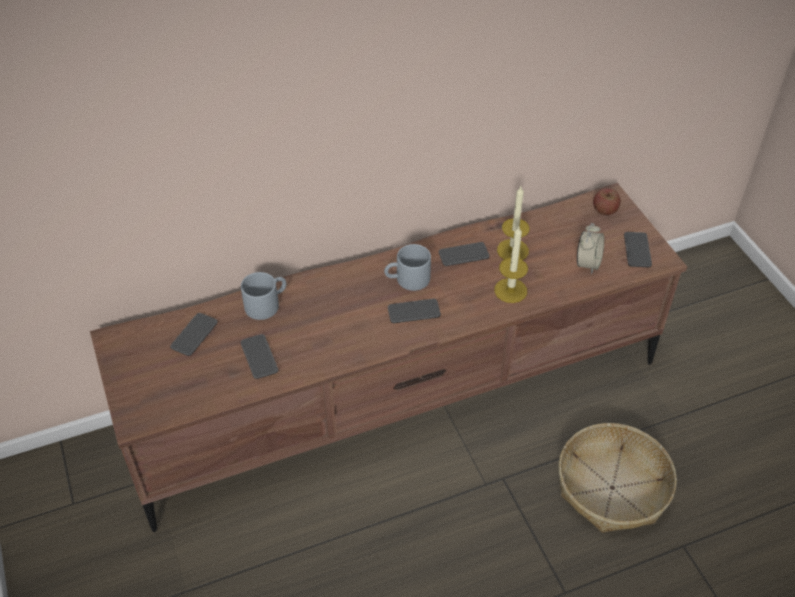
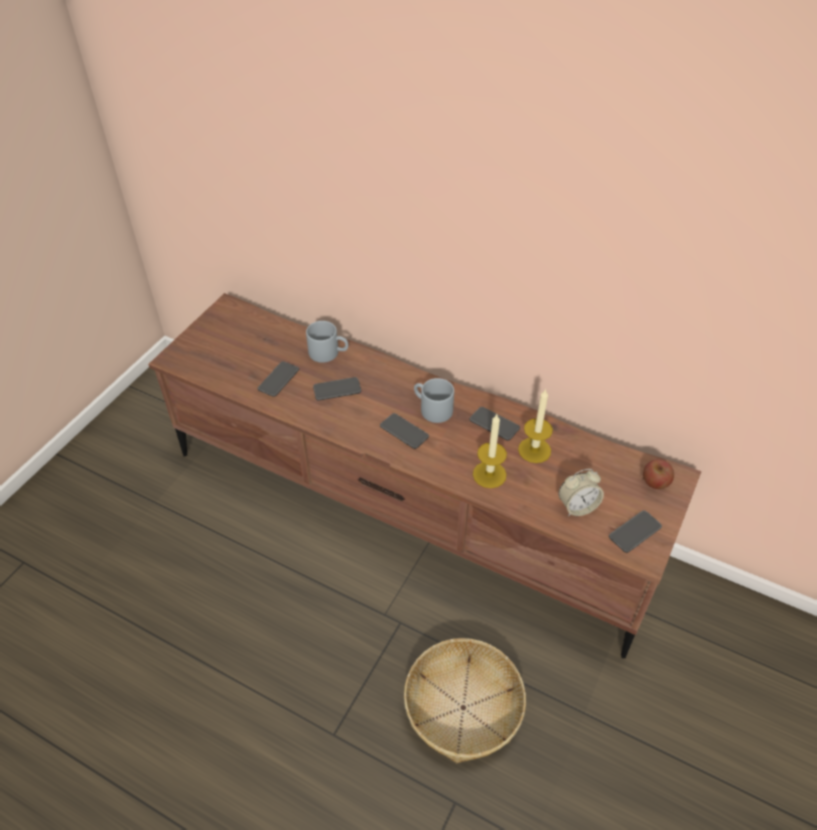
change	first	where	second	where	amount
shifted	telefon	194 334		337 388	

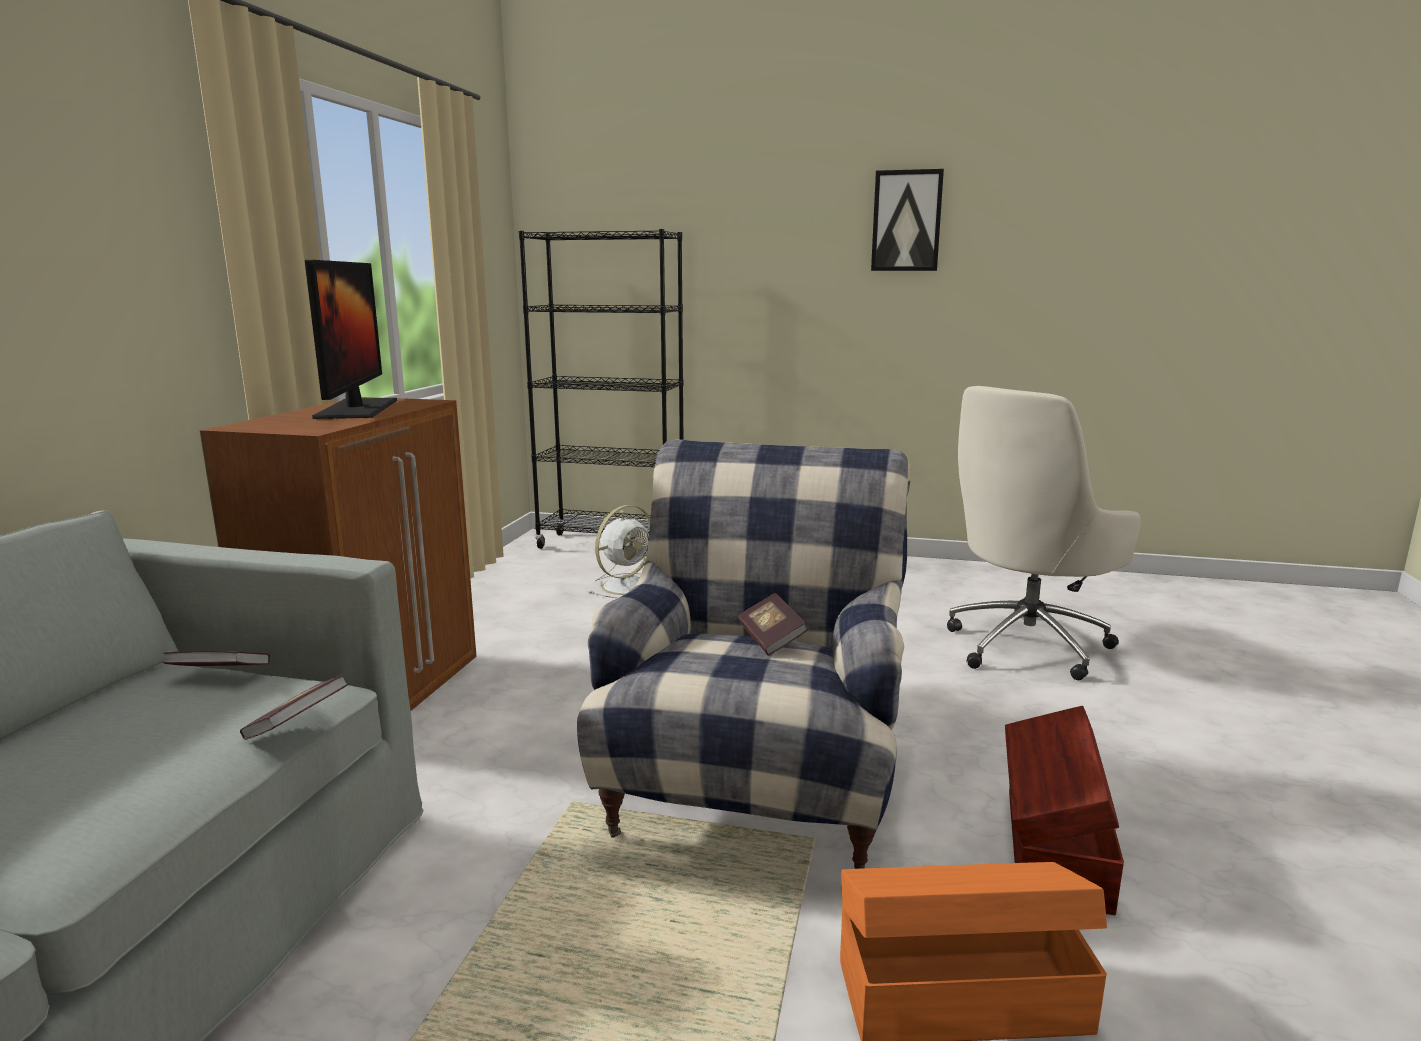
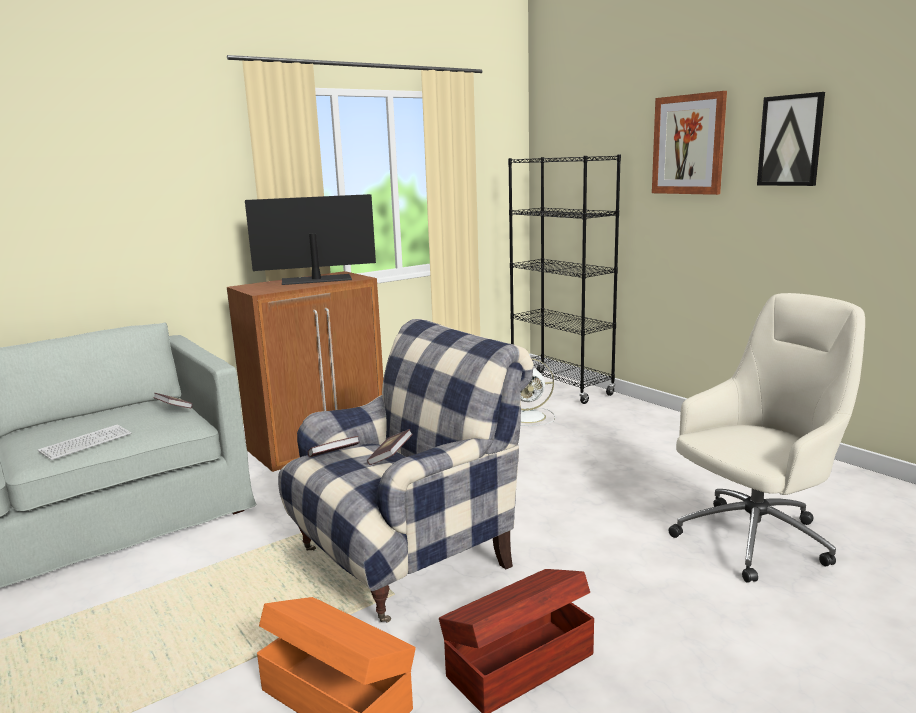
change	first	where	second	where	amount
shifted	książka	294 707		334 446	
rotated	monitor	351 339		310 239	135 degrees counterclockwise
rotated	krzesło biurowe [beżowy]	1044 533		766 438	150 degrees clockwise
new			klawiatura	84 442	
new			obraz	689 143	

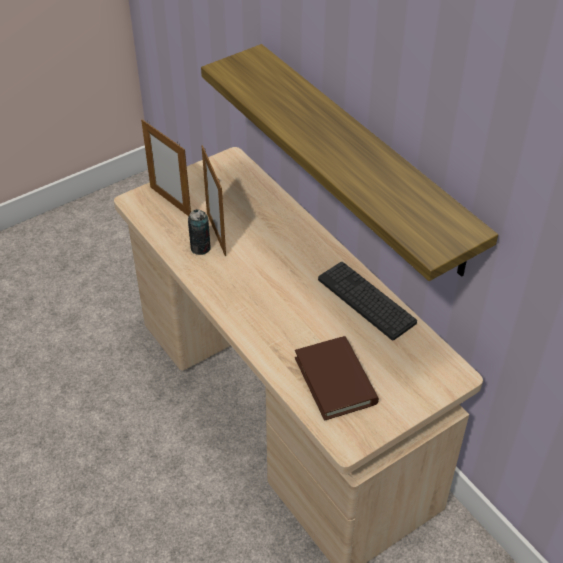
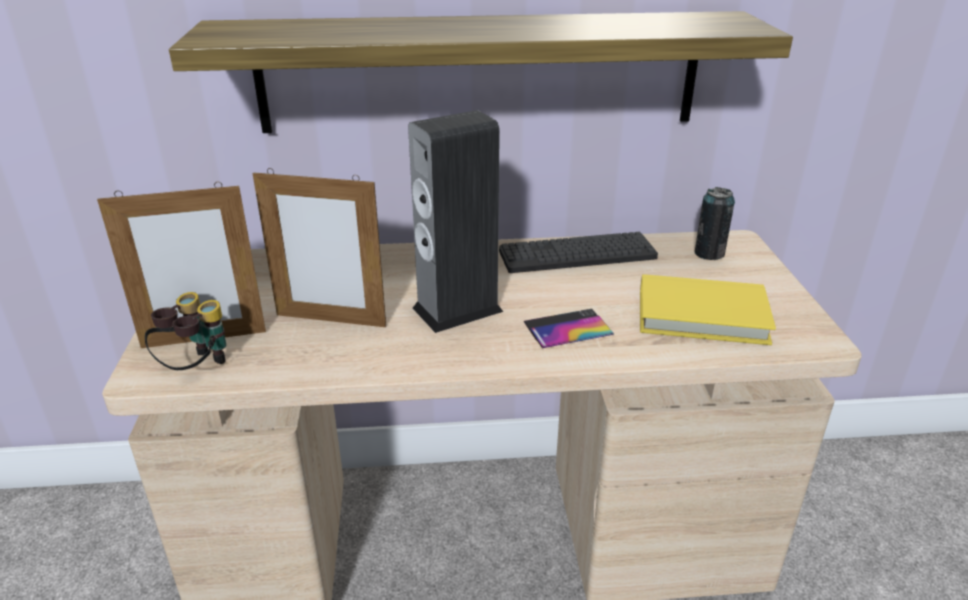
change	first	where	second	where	amount
shifted	puszka	199 232		714 223	
repainted	książka [brązowy]	337 378	książka [żółty]	708 309	
new			lornetka	185 331	
new			głośnik	455 221	
new			telefon	569 328	

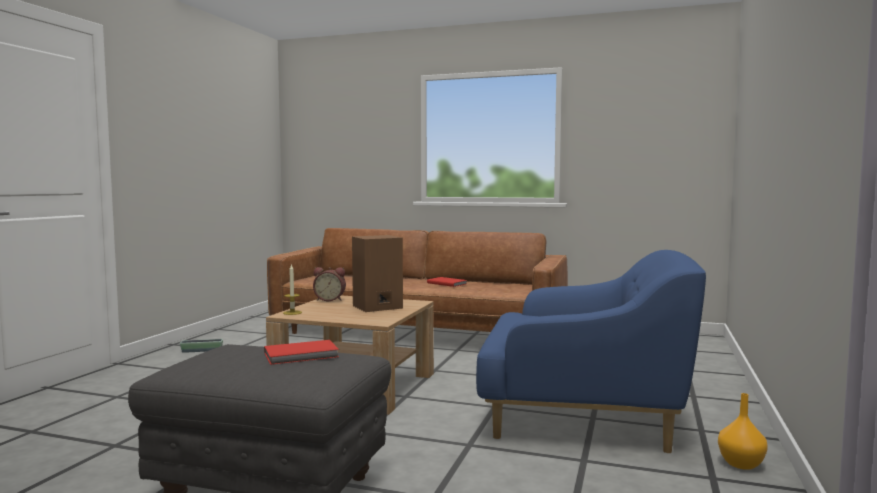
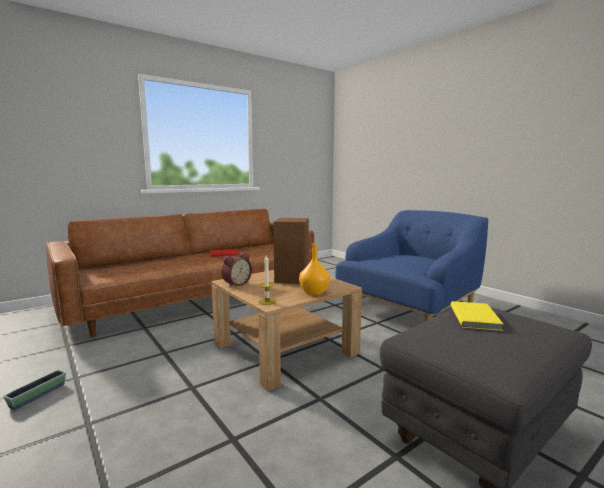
change	first	where	second	where	amount
repainted	książka [czerwony]	301 352	książka [żółty]	477 316	
shifted	wazon [pomarańczowy]	743 431		314 269	

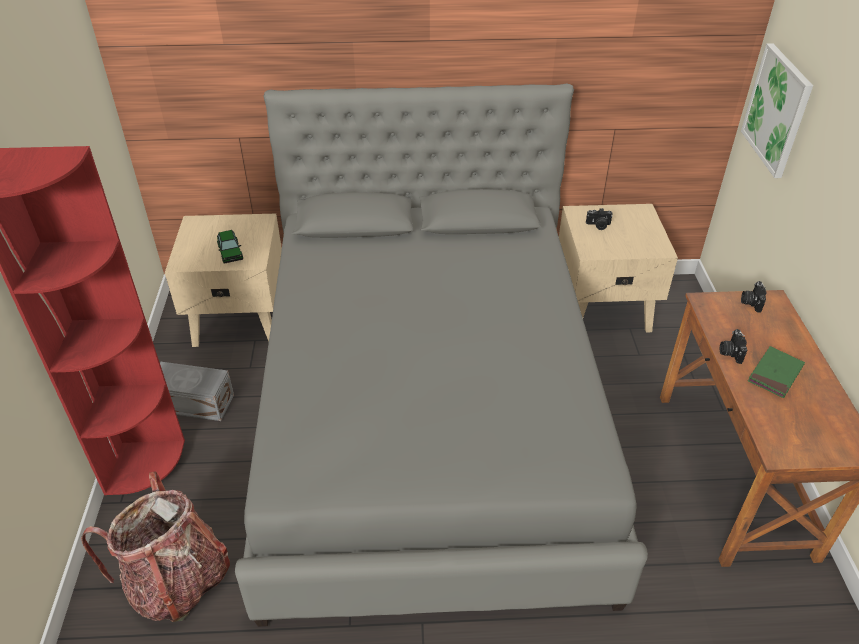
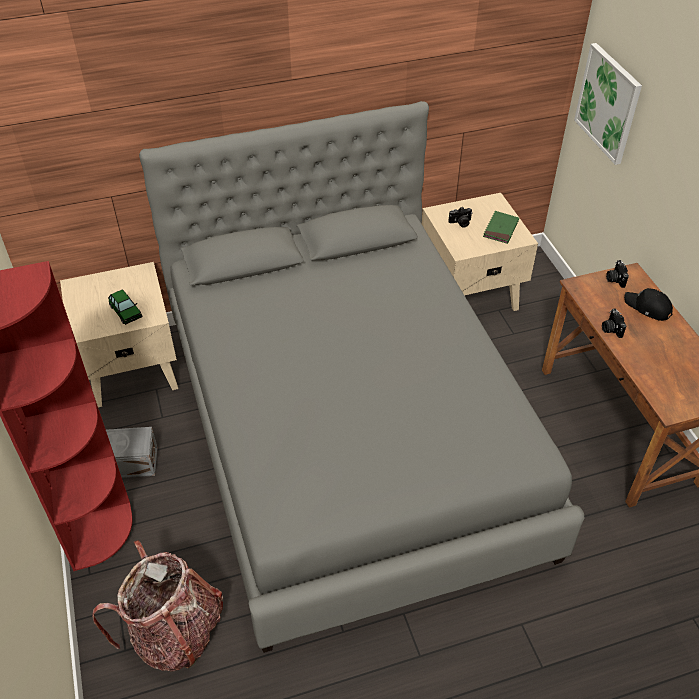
change	first	where	second	where	amount
shifted	książka [zielony]	776 372		501 227	
new			czapka z daszkiem [czarny]	648 304	

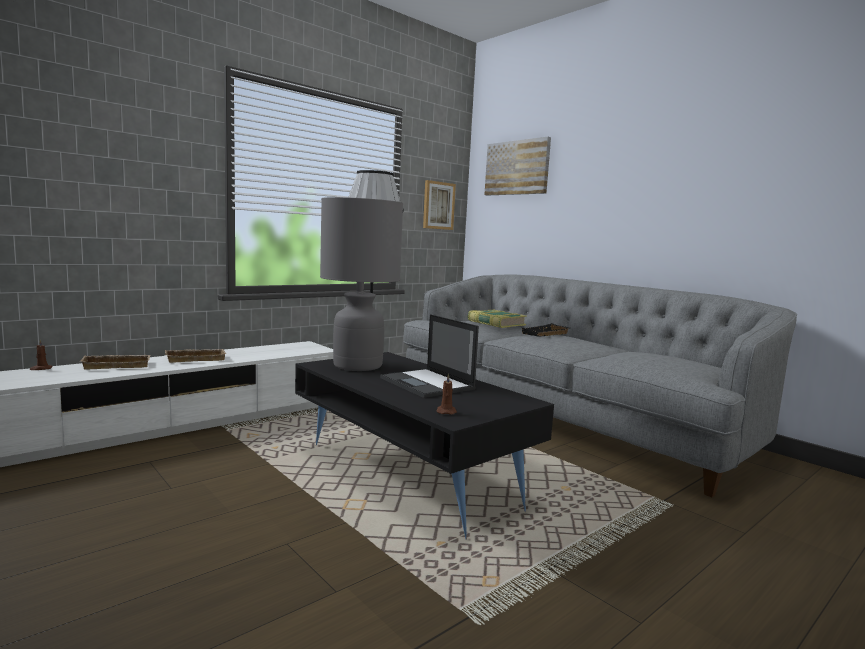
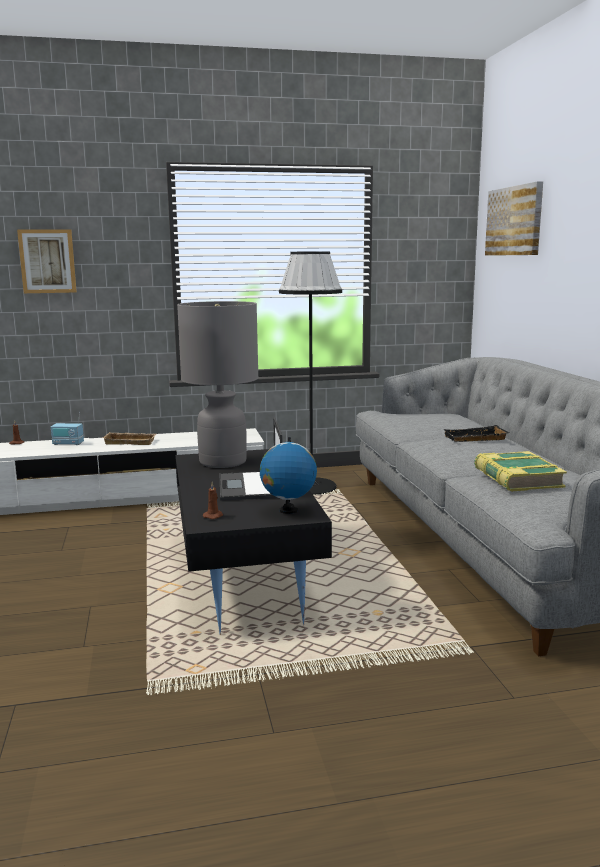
change	first	where	second	where	amount
swapped	taca [beżowy]	115 362	radio	67 428	
shifted	obraz	439 205		47 261	
shifted	książka	497 319		520 471	
new			globus	288 475	

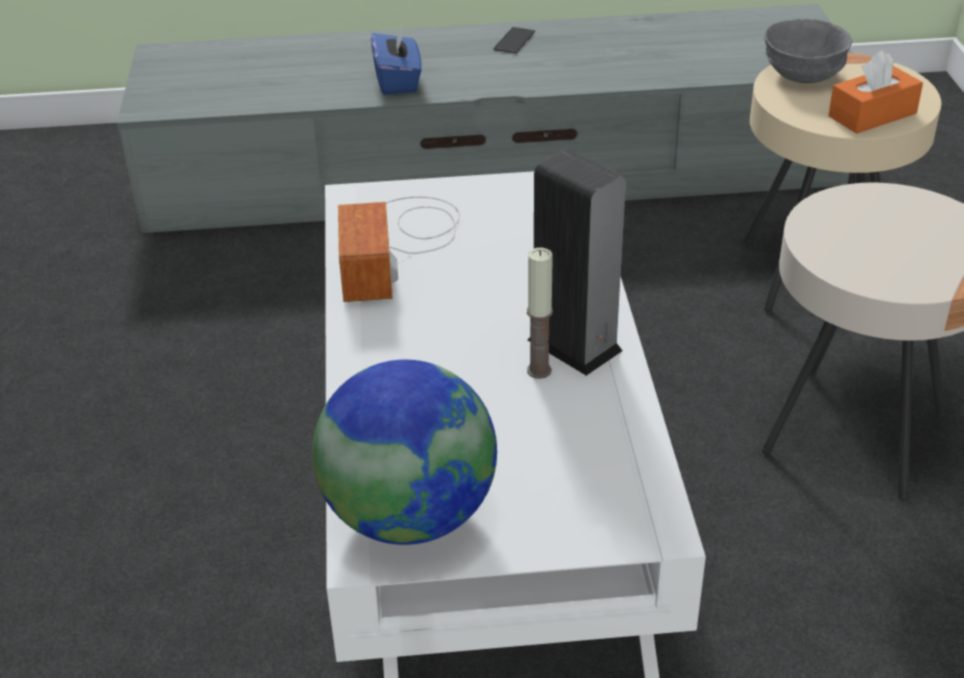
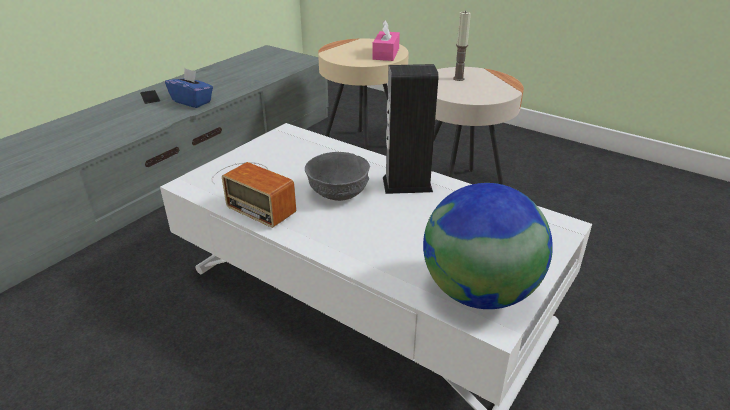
change	first	where	second	where	amount
shifted	pudełko chusteczek [niebieski]	396 60		189 88	
shifted	świeca	540 313		462 46	
shifted	miska [szary]	808 51		337 176	
repainted	pudełko chusteczek [pomarańczowy]	875 92	pudełko chusteczek [różowy]	386 40	

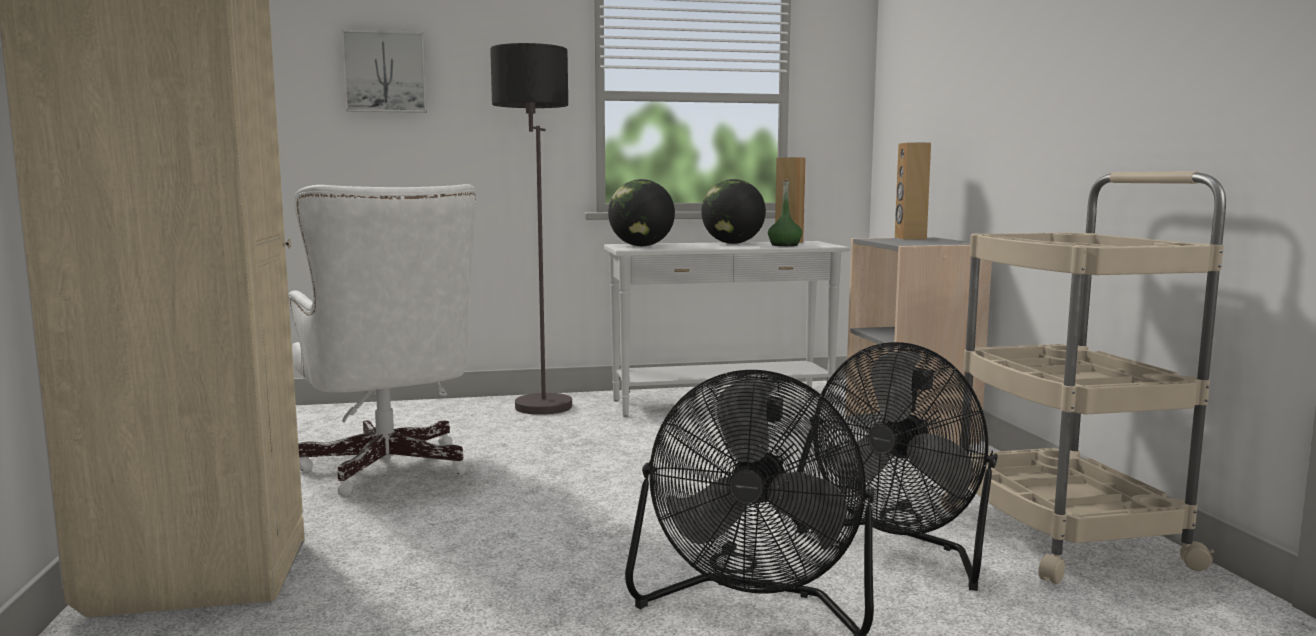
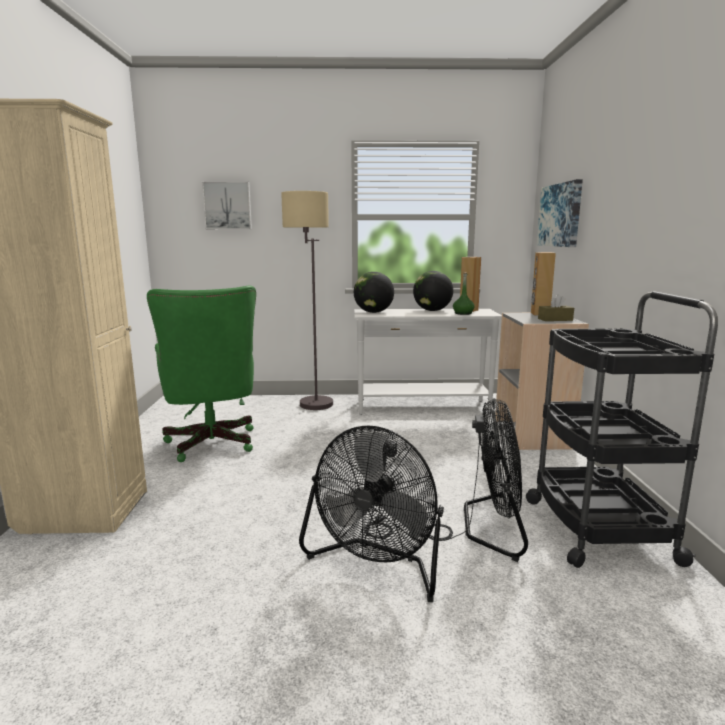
change	first	where	second	where	amount
repainted	krzesło biurowe [biały]	382 340	krzesło biurowe [zielony]	201 374	
repainted	lampa stojąca [czarny]	531 229	lampa stojąca [beżowy]	307 300	
rotated	wentylator [czarny]	894 466		474 480	135 degrees counterclockwise
repainted	wózek [beżowy]	1083 377	wózek [czarny]	622 429	
new			obraz	560 213	
new			pudełko chusteczek [brązowy]	556 307	

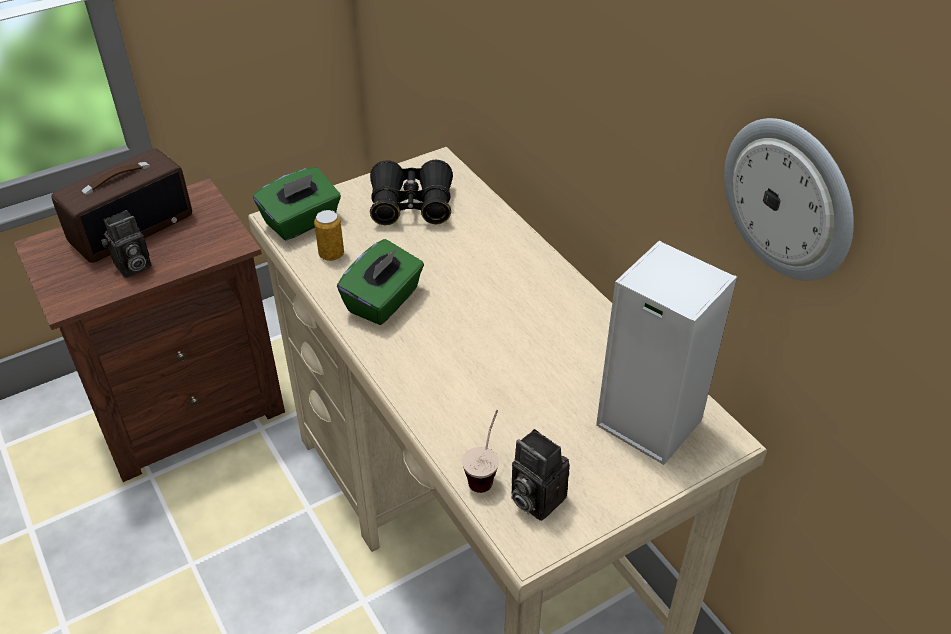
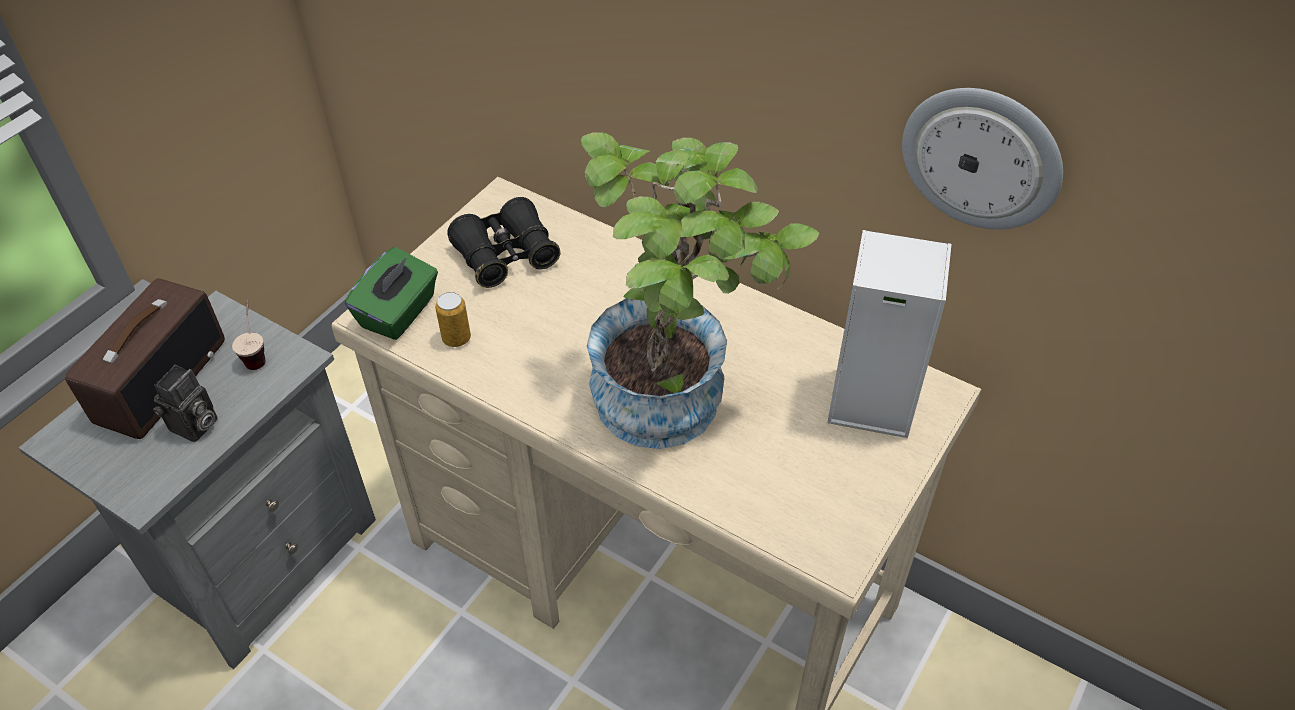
change	first	where	second	where	amount
repainted	szafka nocna [brązowy]	149 330	szafka nocna [szary]	197 480	
gone	pudełko chusteczek [zielony]	380 282			
shifted	filiżanka	480 451		249 335	
gone	aparat fotograficzny	540 475			
new			roślina doniczkowa	700 290	

